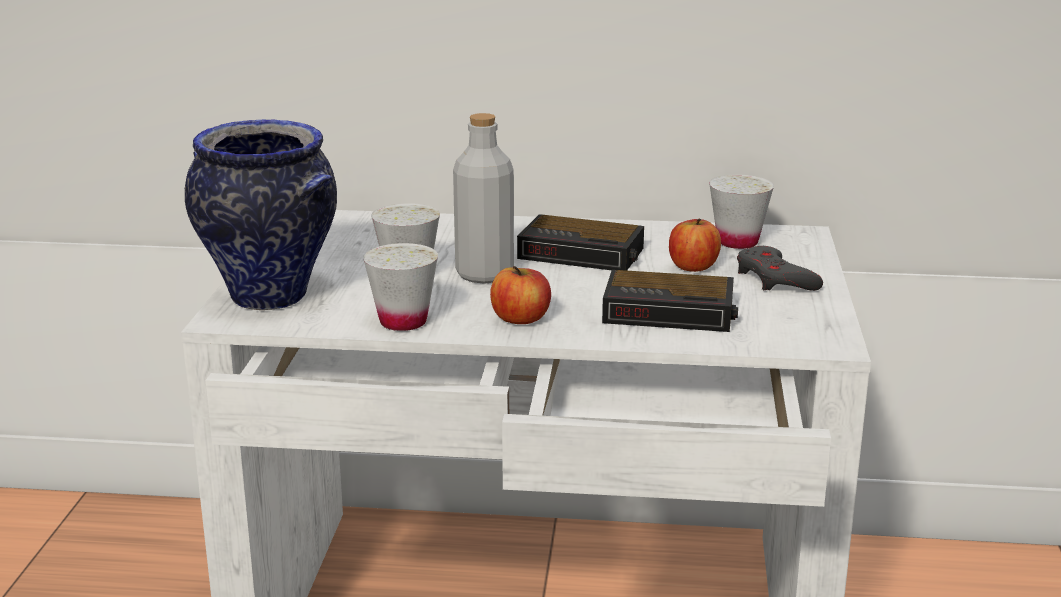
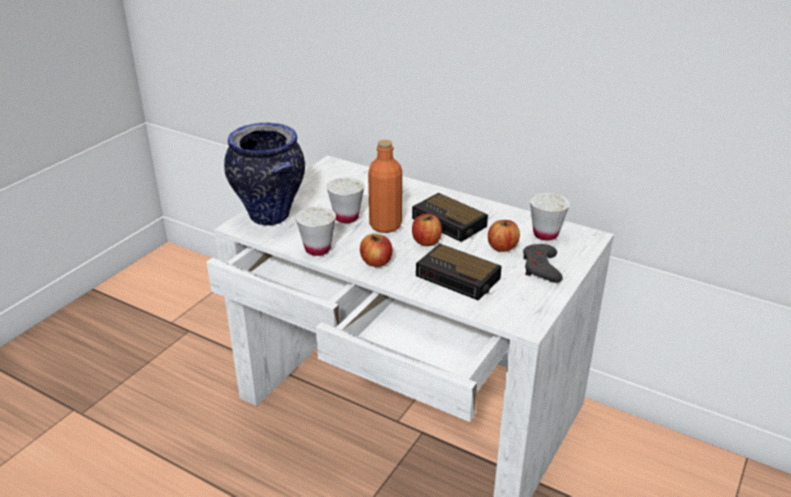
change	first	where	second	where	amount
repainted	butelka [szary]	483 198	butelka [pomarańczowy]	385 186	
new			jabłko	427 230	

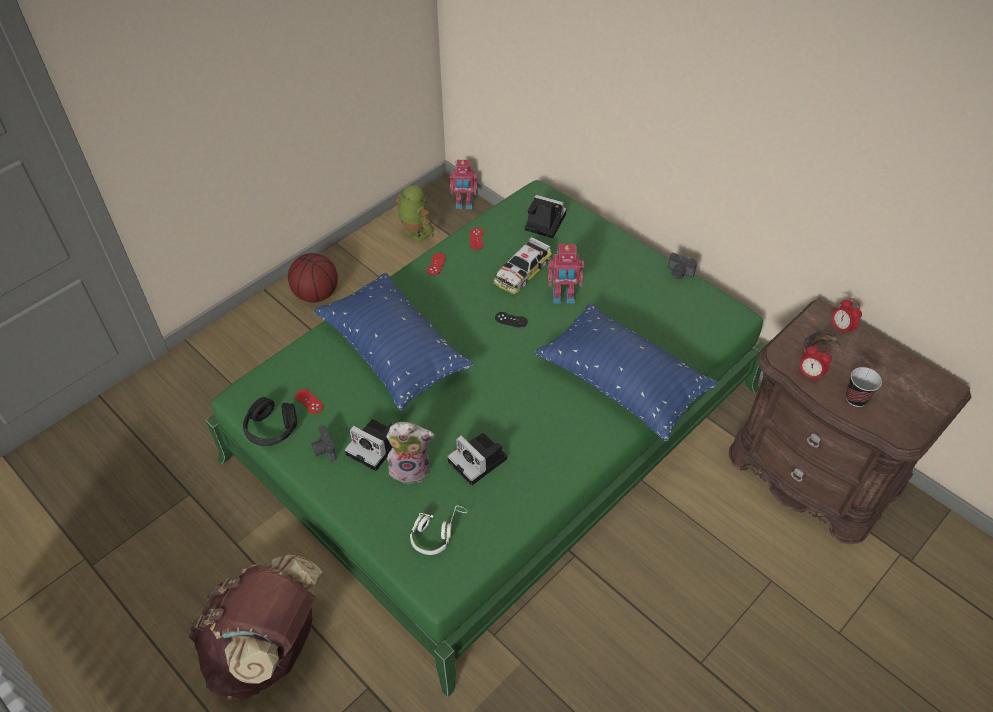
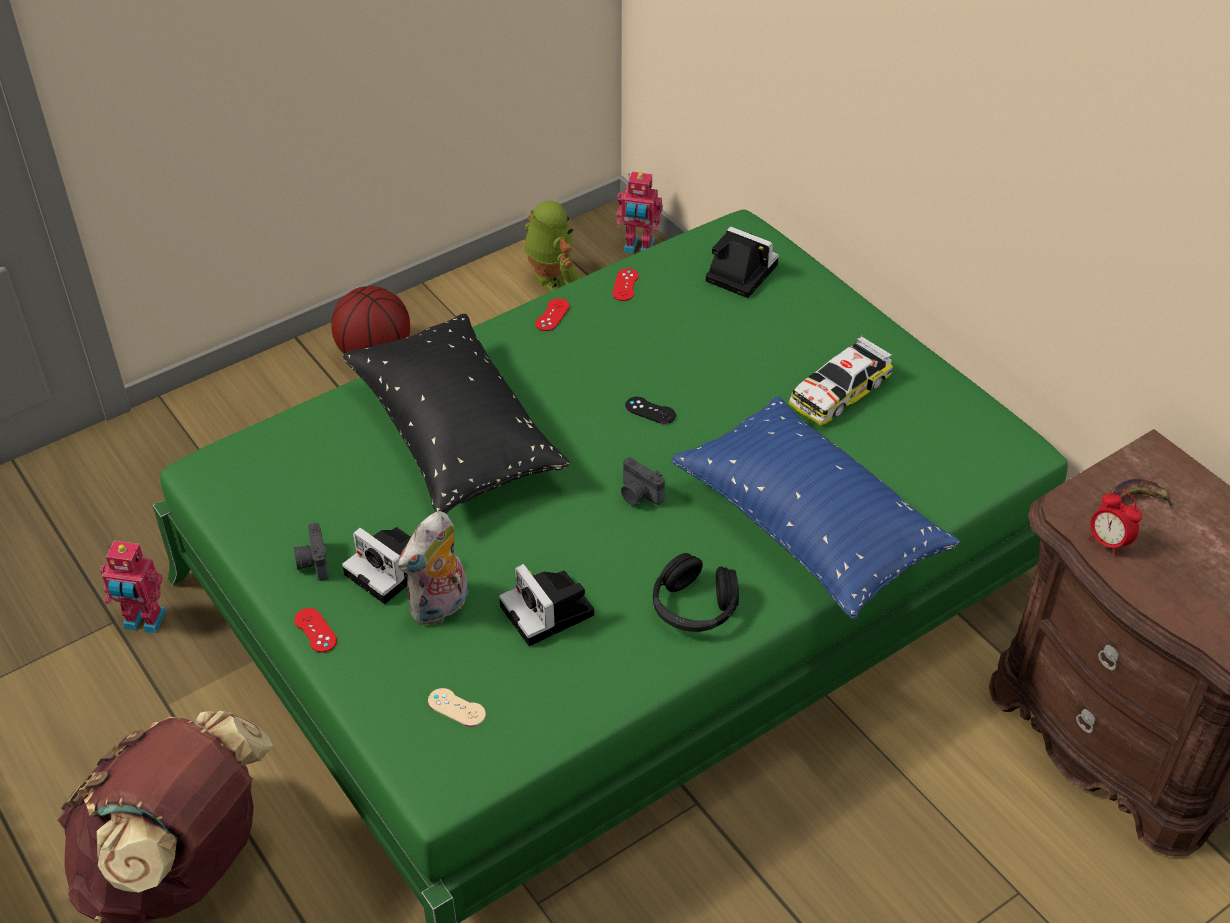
change	first	where	second	where	amount
shifted	słuchawki [czarny]	270 421		696 592	
shifted	pad do gier [czerwony]	309 401		315 630	
repainted	poduszka [niebieski]	394 341	poduszka [czarny]	456 413	
rotated	pluszak	410 453		433 568	120 degrees clockwise
swapped	słuchawki [biały]	438 530	pad do gier [beżowy]	457 707	
shifted	samochodzik	523 265		841 380	
shifted	robot zabawkowy	566 273		133 587	
shifted	aparat fotograficzny	682 266		643 481	
gone	budzik	846 317			
gone	filiżanka	864 387			

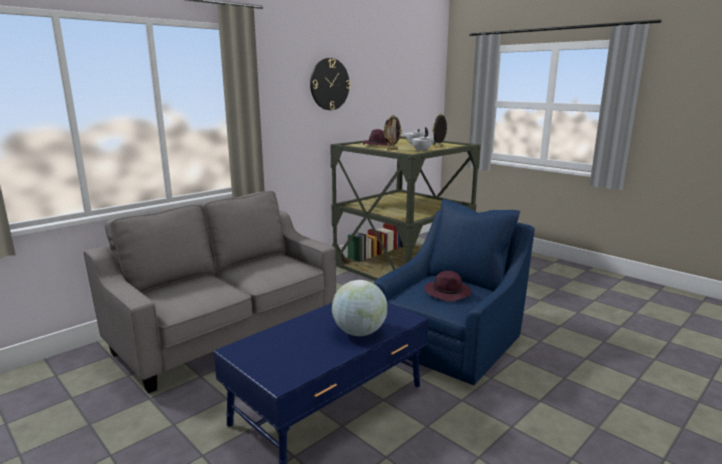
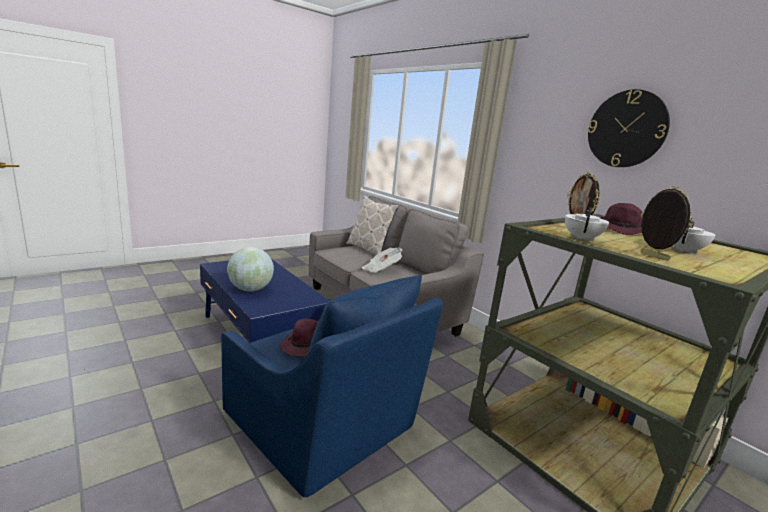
change	first	where	second	where	amount
new			poduszka	372 226	
new			gazeta	382 260	

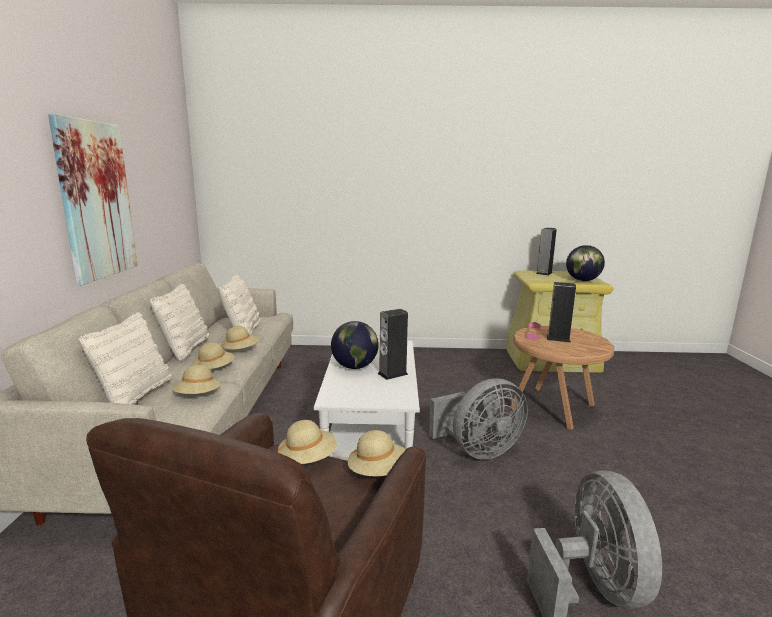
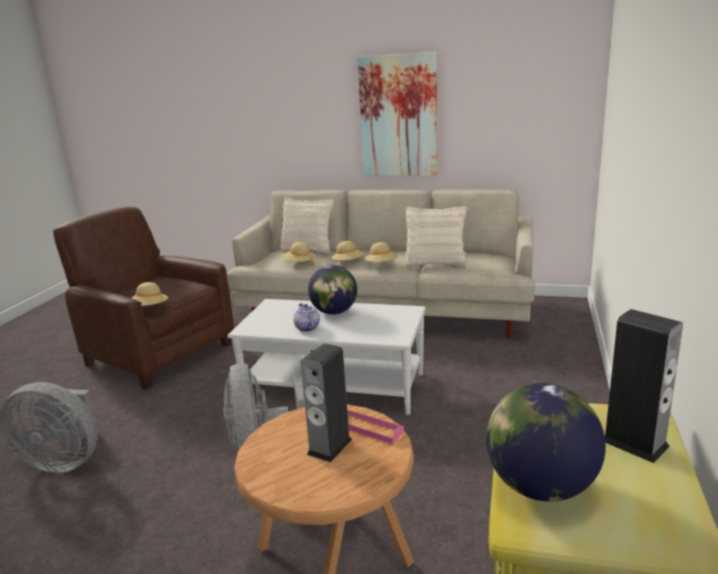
change	first	where	second	where	amount
gone	poduszka [beżowy]	179 322			
gone	kapelusz [beżowy]	307 442			
swapped	głośnik	393 344	imbryk	306 317	

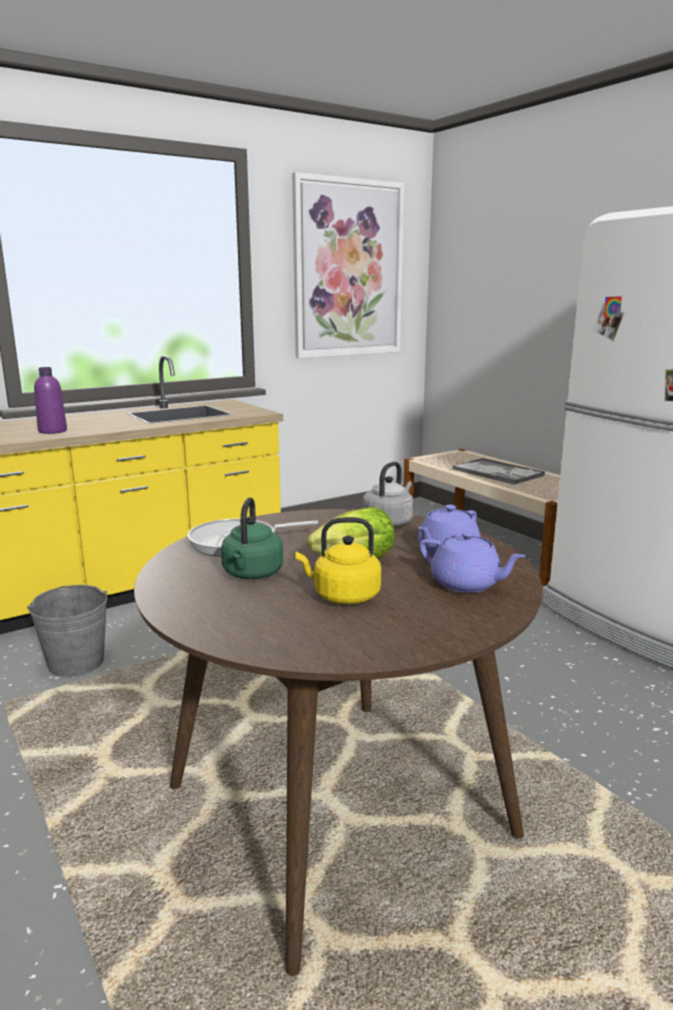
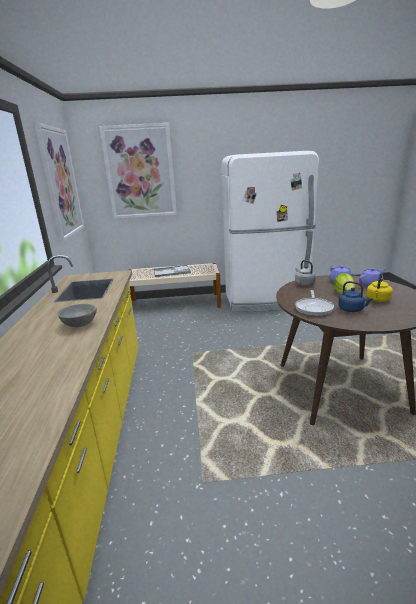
change	first	where	second	where	amount
gone	wiadro [szary]	67 631			
swapped	butelka [fioletowy]	50 400	miska [szary]	77 315	
repainted	czajnik [zielony]	252 538	czajnik [niebieski]	355 296	
new			obraz	138 171	

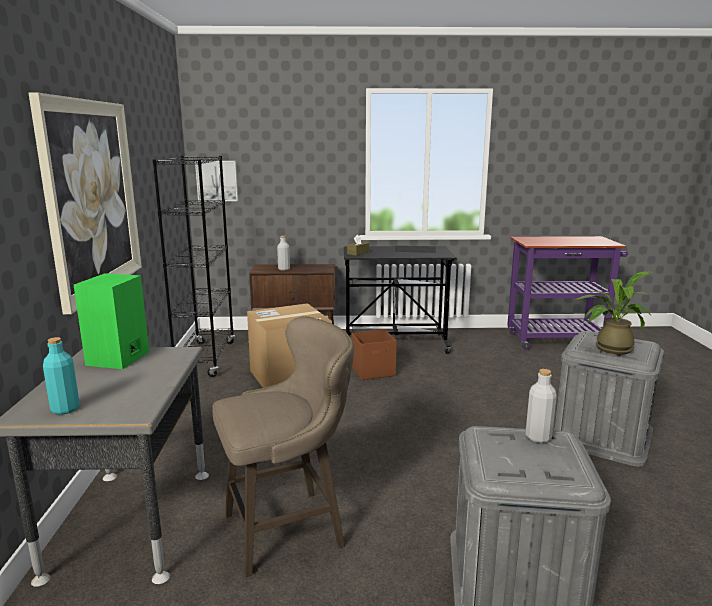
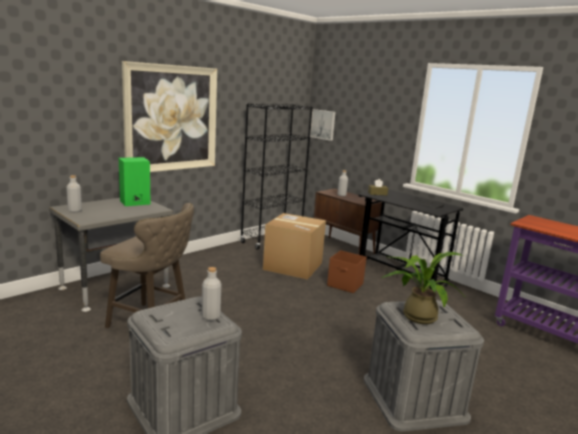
change	first	where	second	where	amount
repainted	butelka [turkusowy]	61 376	butelka [szary]	74 193	

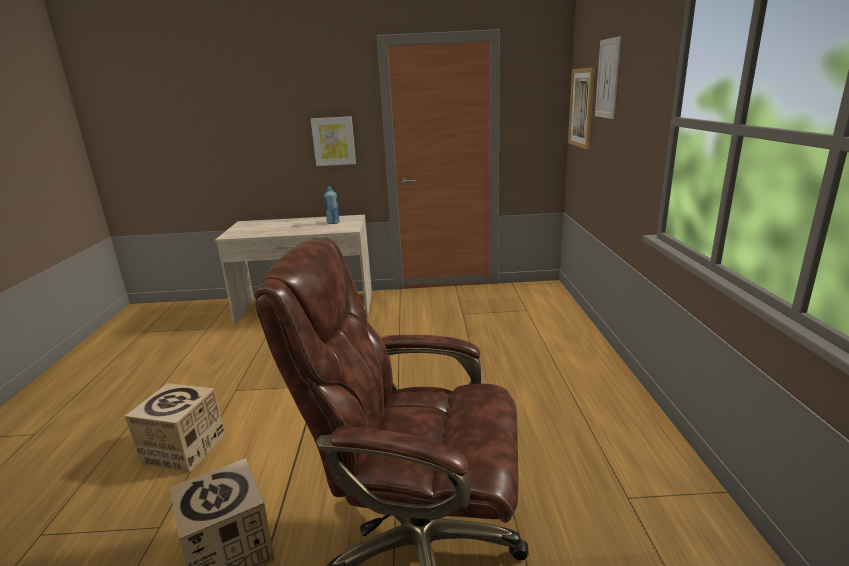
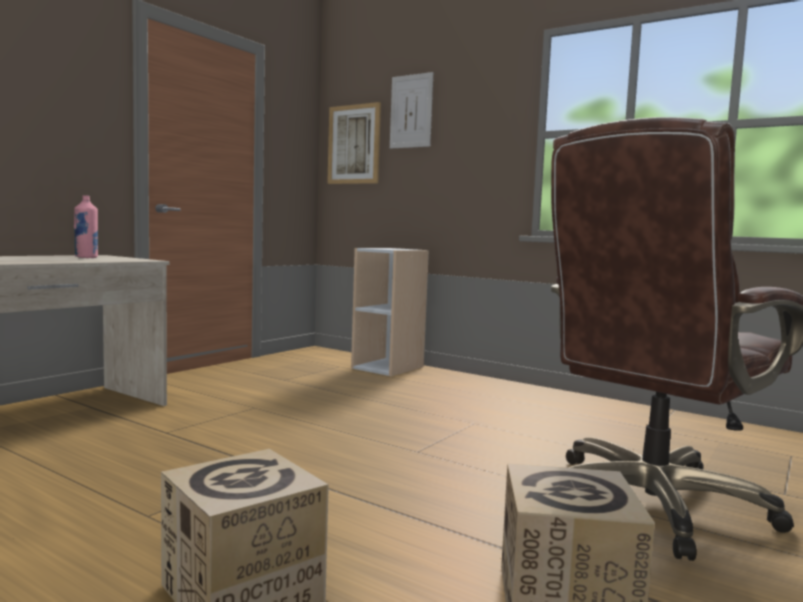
change	first	where	second	where	amount
gone	obraz	333 141			
repainted	butelka [niebieski]	331 205	butelka [różowy]	86 226	
new			regał	390 312	

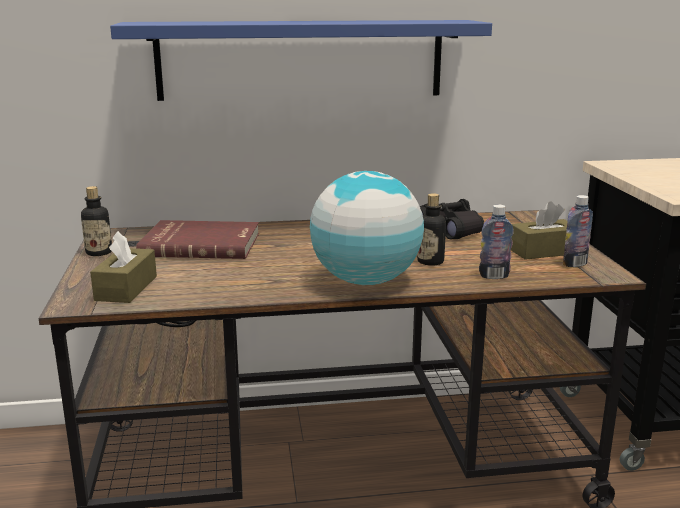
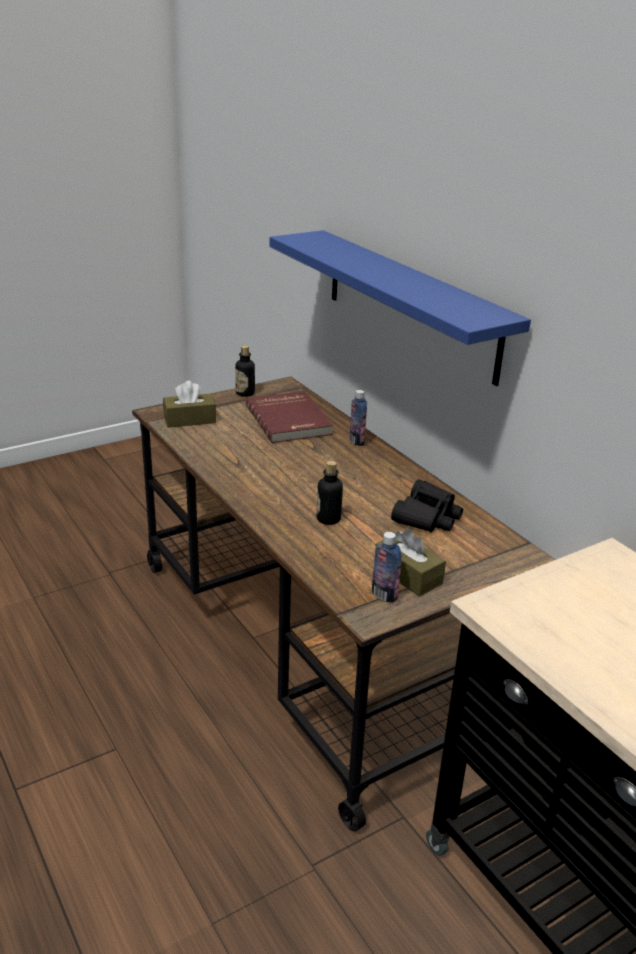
change	first	where	second	where	amount
gone	globus	367 228			
shifted	butelka	496 242		358 418	

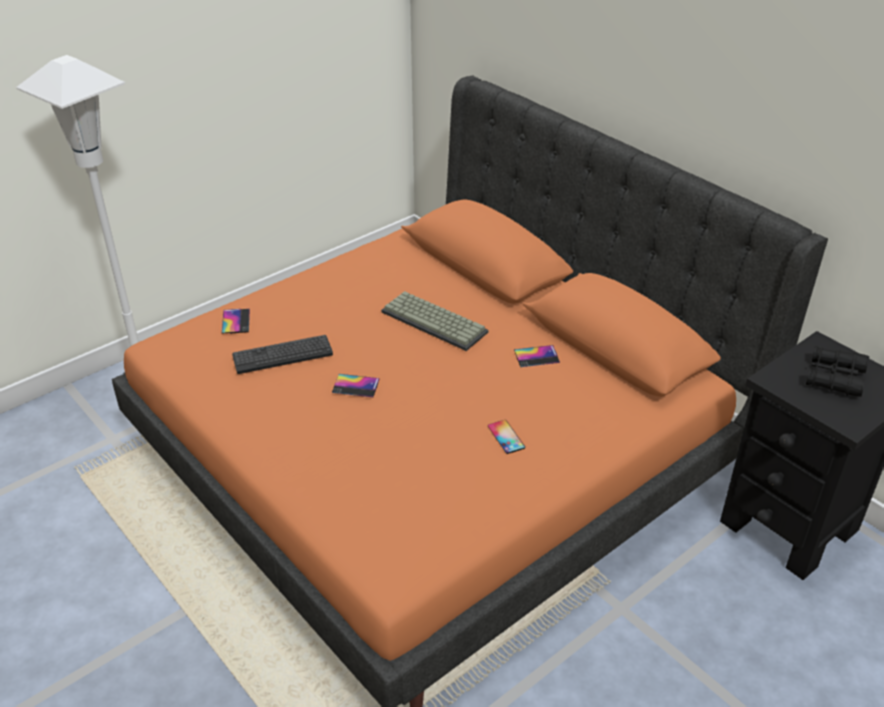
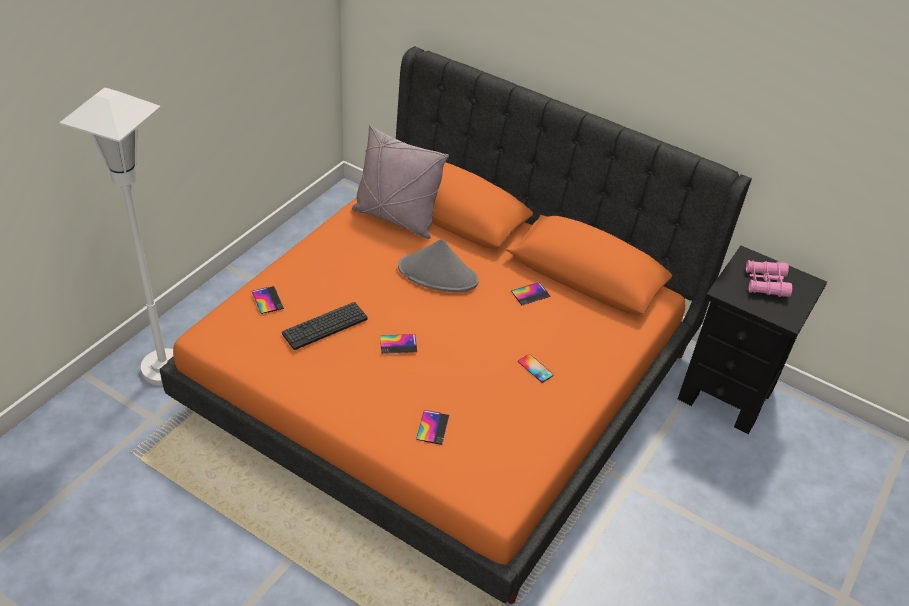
change	first	where	second	where	amount
swapped	klawiatura	434 321	kapelusz [szary]	438 265	
repainted	lornetka [czarny]	837 371	lornetka [różowy]	769 278	
new			poduszka [fioletowy]	400 181	
new			telefon	432 427	

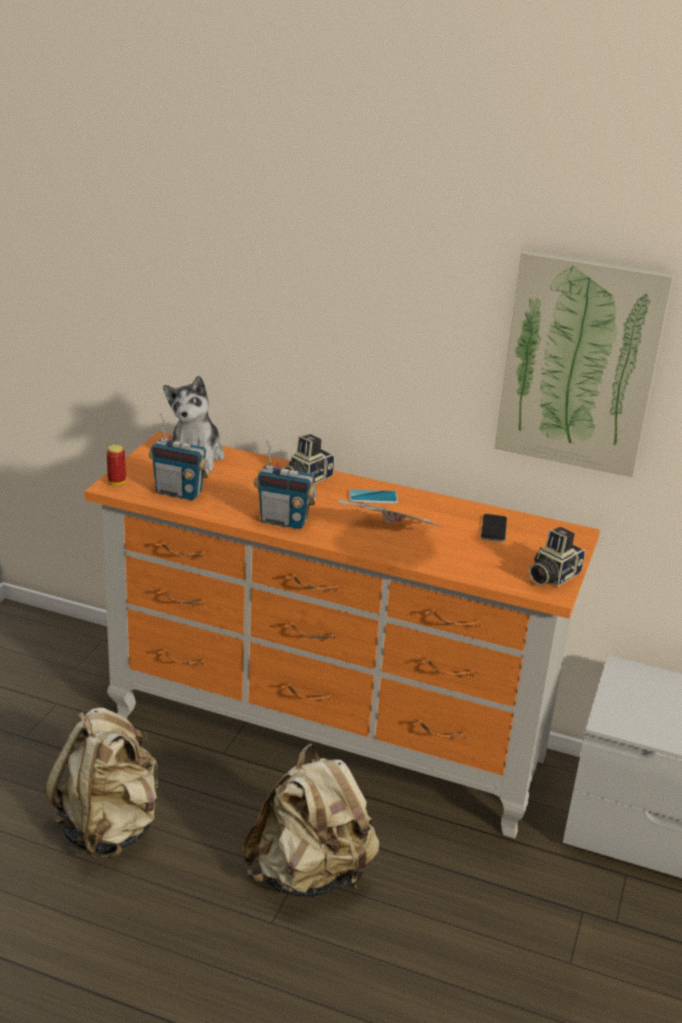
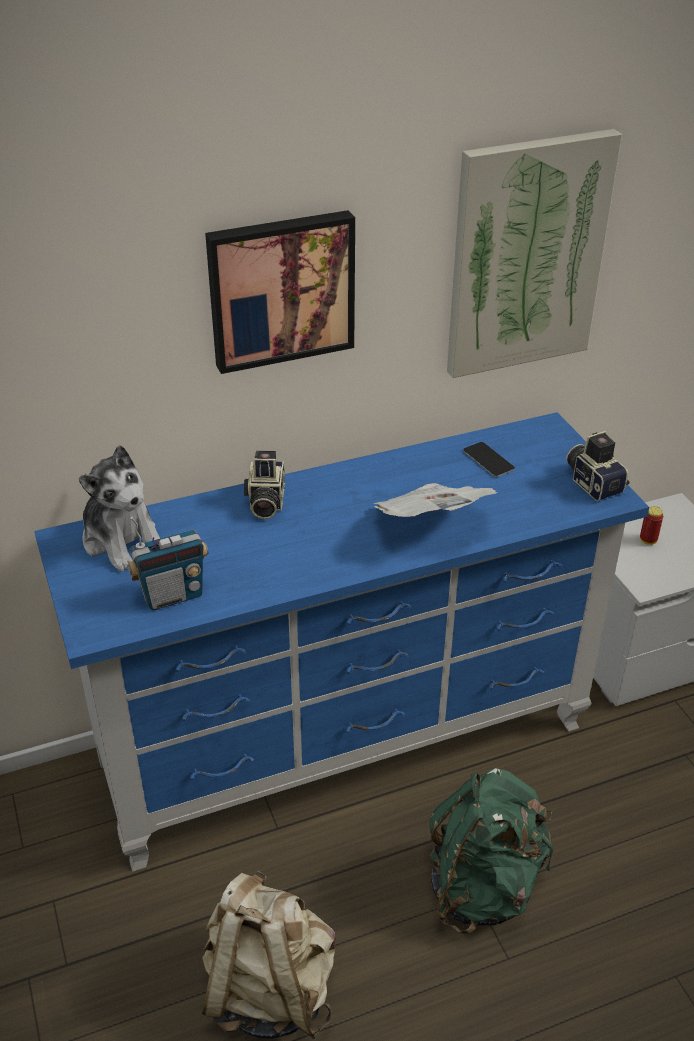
change	first	where	second	where	amount
repainted	komoda [pomarańczowy]	342 635	komoda [niebieski]	341 642	
shifted	puszka	116 465		651 525	
repainted	plecak [beżowy]	310 820	plecak [zielony]	491 851	
gone	radio	285 485			
gone	telefon	373 496			
rotated	aparat fotograficzny	557 556		597 466	150 degrees clockwise
new			obraz	280 292	

